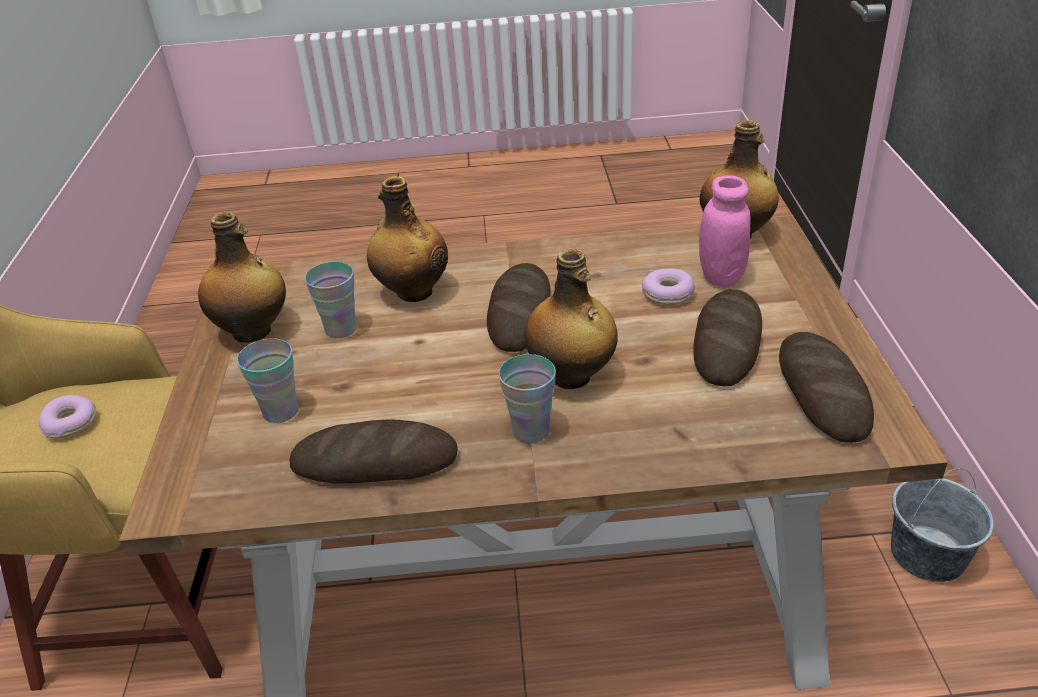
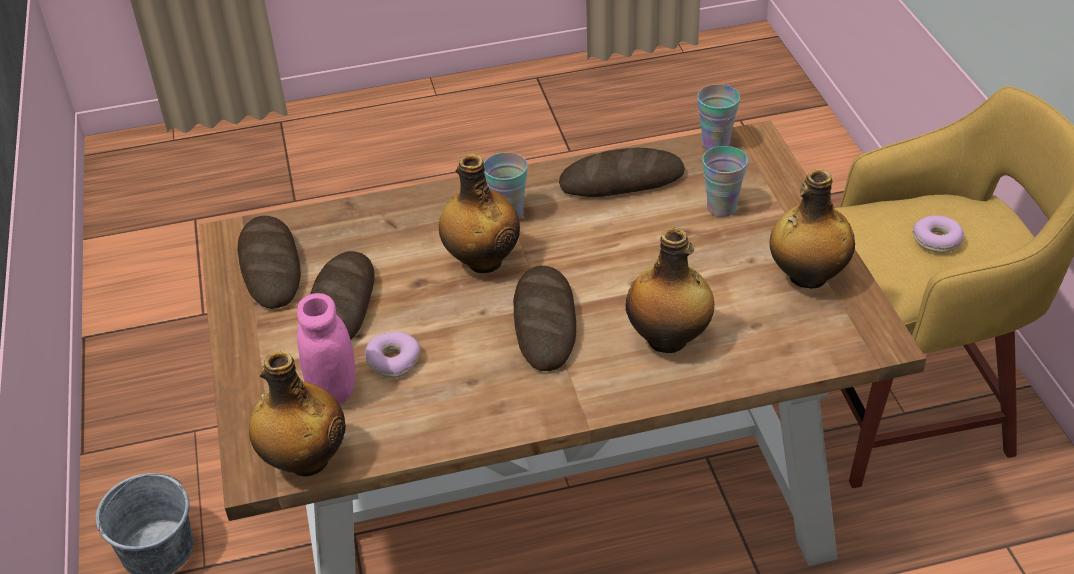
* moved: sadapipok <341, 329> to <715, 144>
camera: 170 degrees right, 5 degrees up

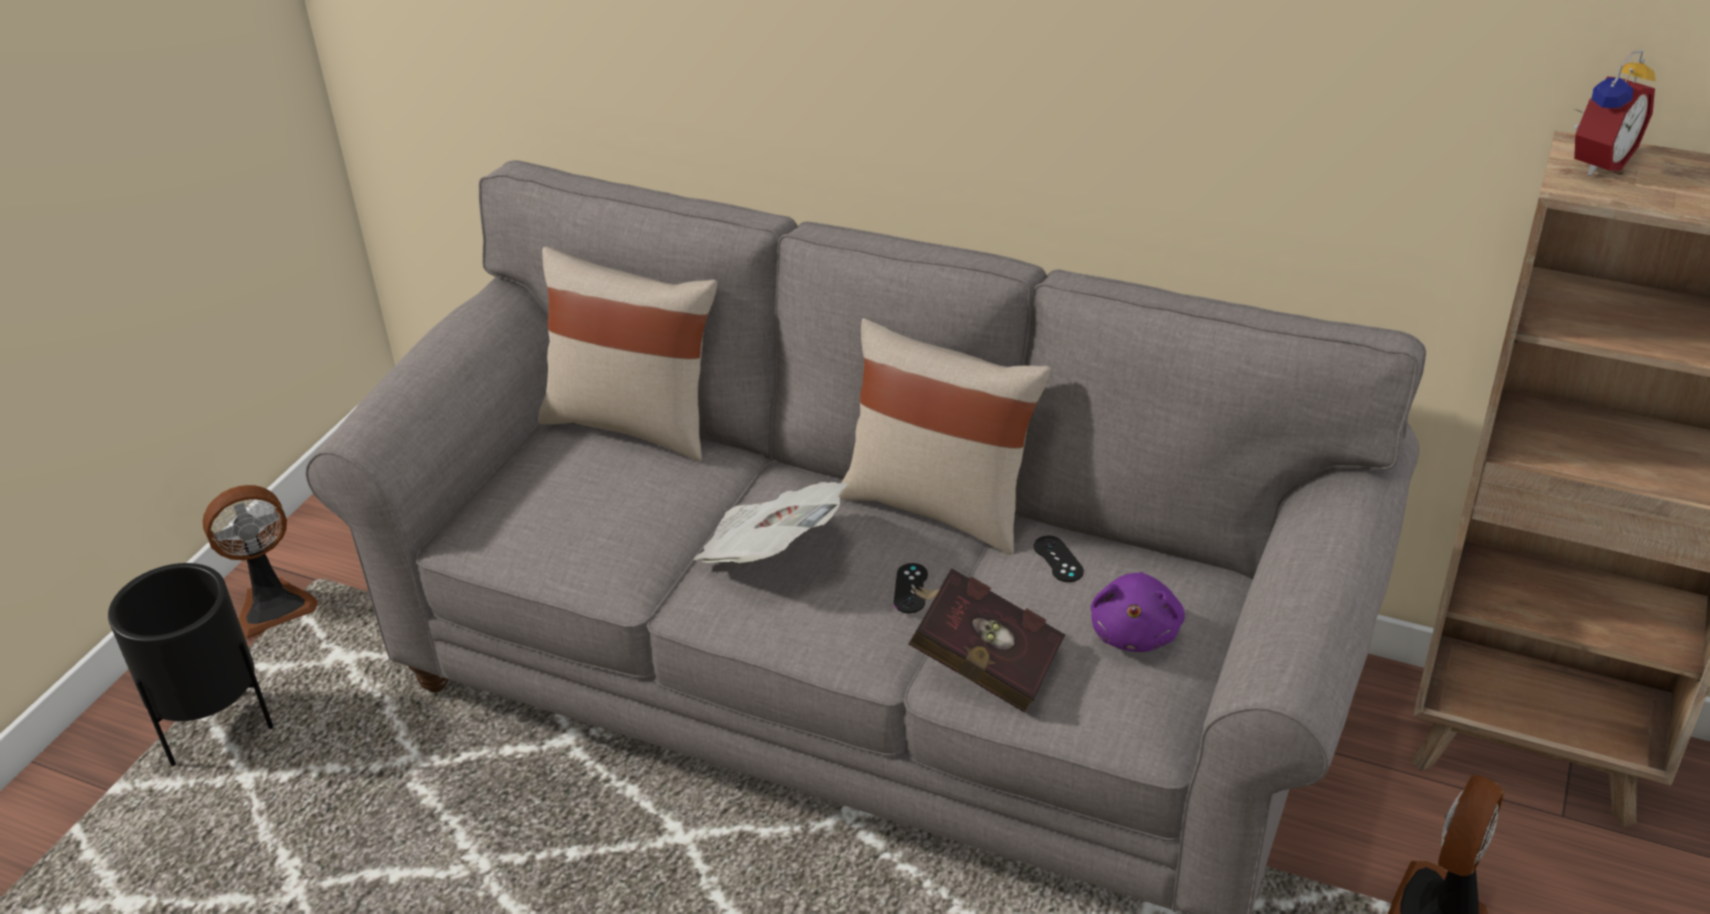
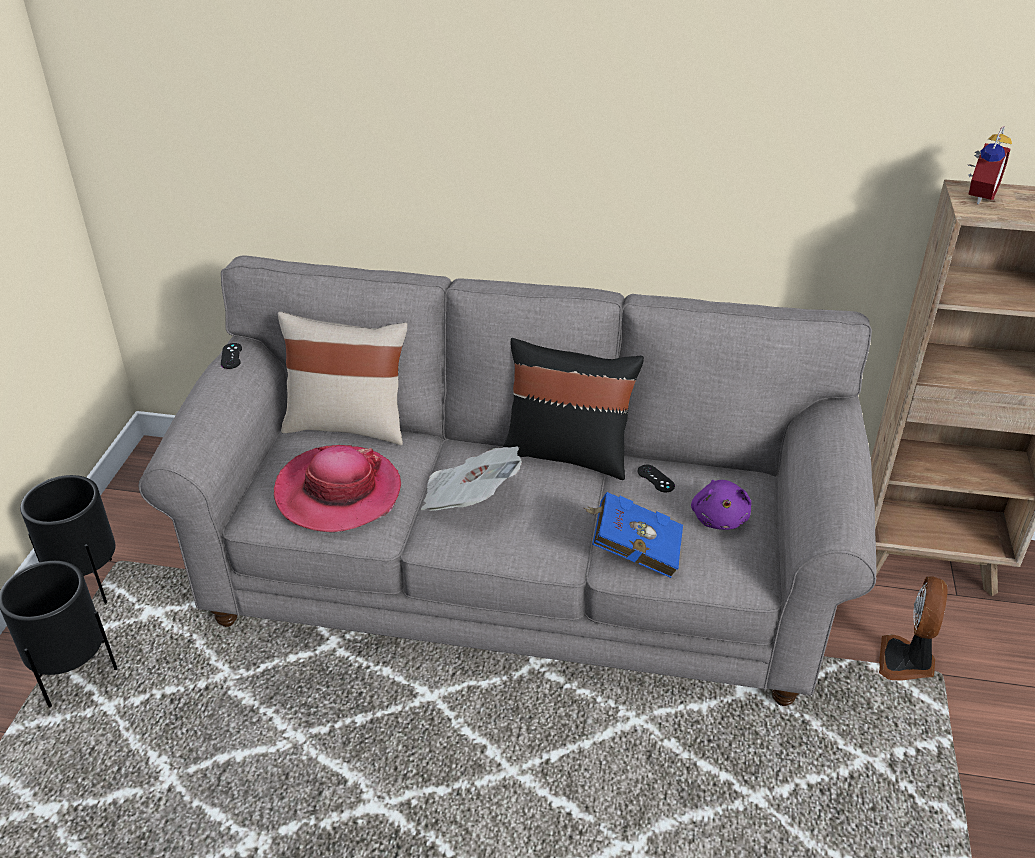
* replaced: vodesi <273, 605> to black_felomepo <90, 584>
* recoloured: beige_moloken <940, 505> to black_moloken <567, 454>
* moved: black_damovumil <910, 588> to <231, 356>
* recoloured: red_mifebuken <981, 663> to blue_mifebuken <632, 550>
* added: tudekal <338, 492>
camera: 15 degrees left, 0 degrees up

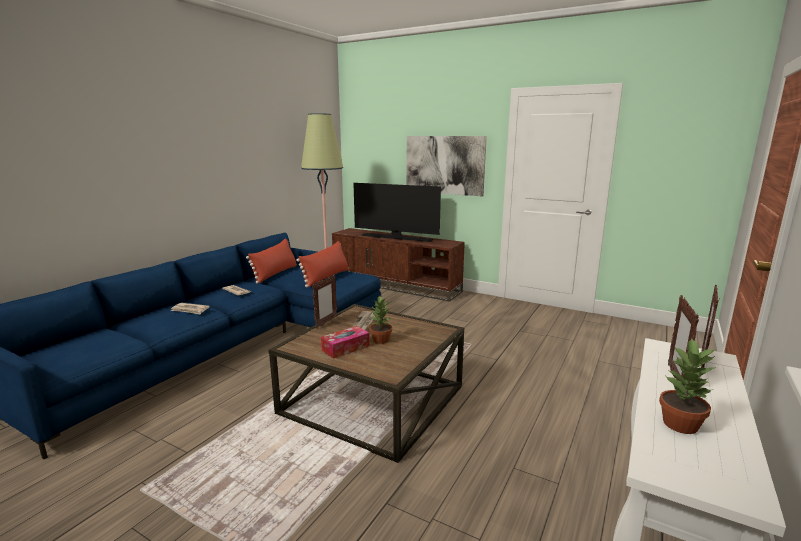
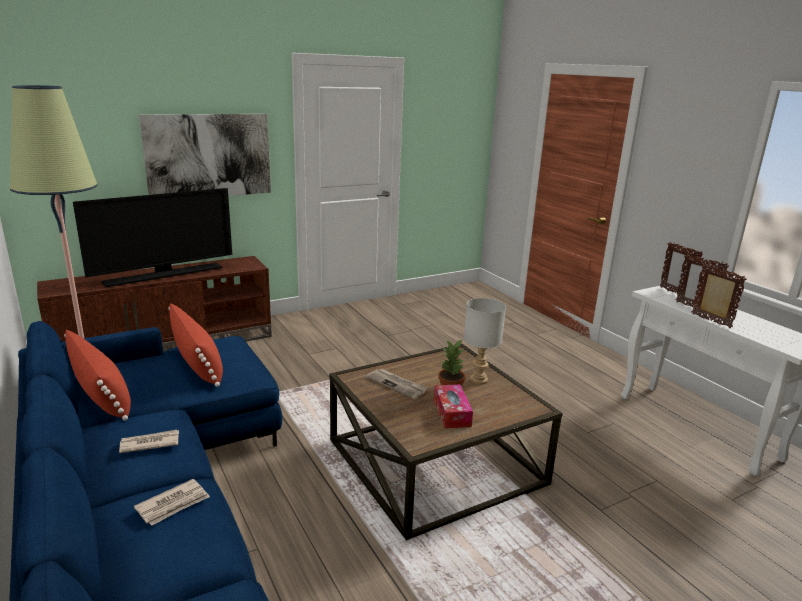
* moved: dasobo <326, 322> to <711, 321>
* removed: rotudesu <681, 424>
* added: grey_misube <479, 380>
camera: 60 degrees left, 5 degrees up

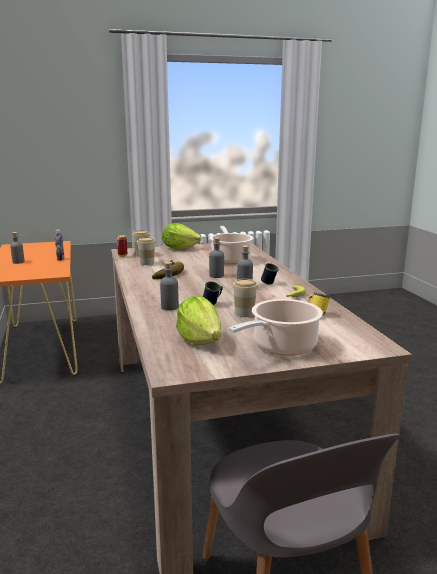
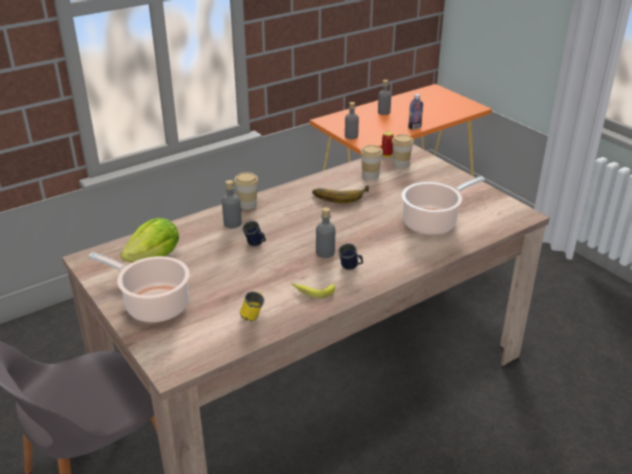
* removed: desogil <179, 248>
* moved: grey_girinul <216, 276> to <351, 136>
* moved: sadapipok <244, 313> to <247, 204>
camera: 70 degrees right, 15 degrees up

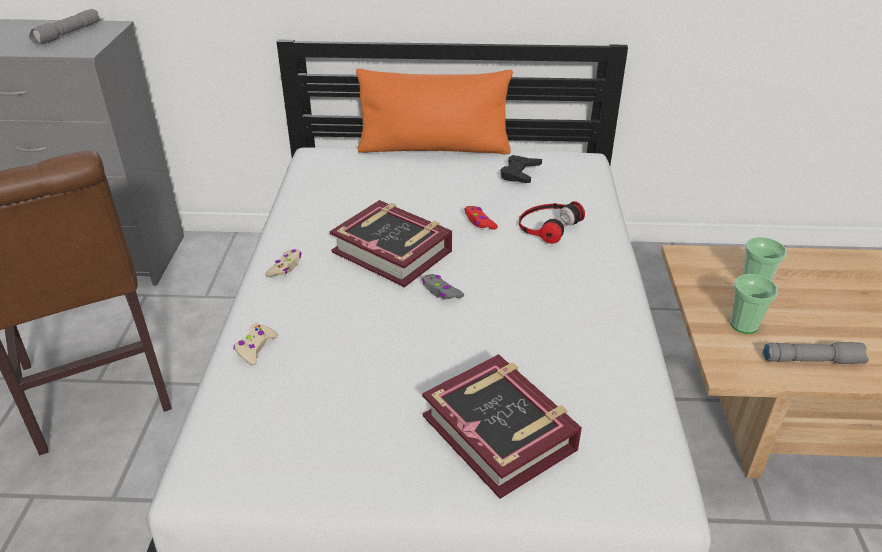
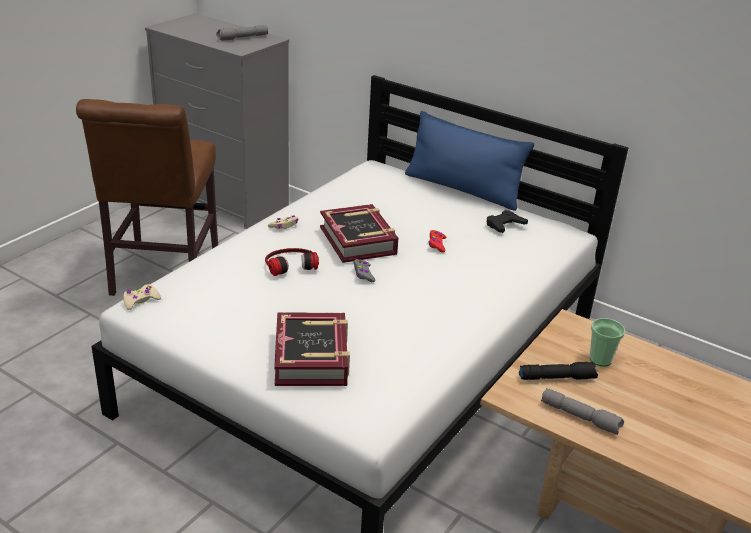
* moved: beige_damovumil <255, 348> to <140, 300>
* recoloured: orange_moloken <434, 148> to blue_moloken <462, 189>
* moved: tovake <547, 225> to <290, 264>
* replaced: sadapipok <744, 325> to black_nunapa <557, 377>
camera: 30 degrees right, 5 degrees down

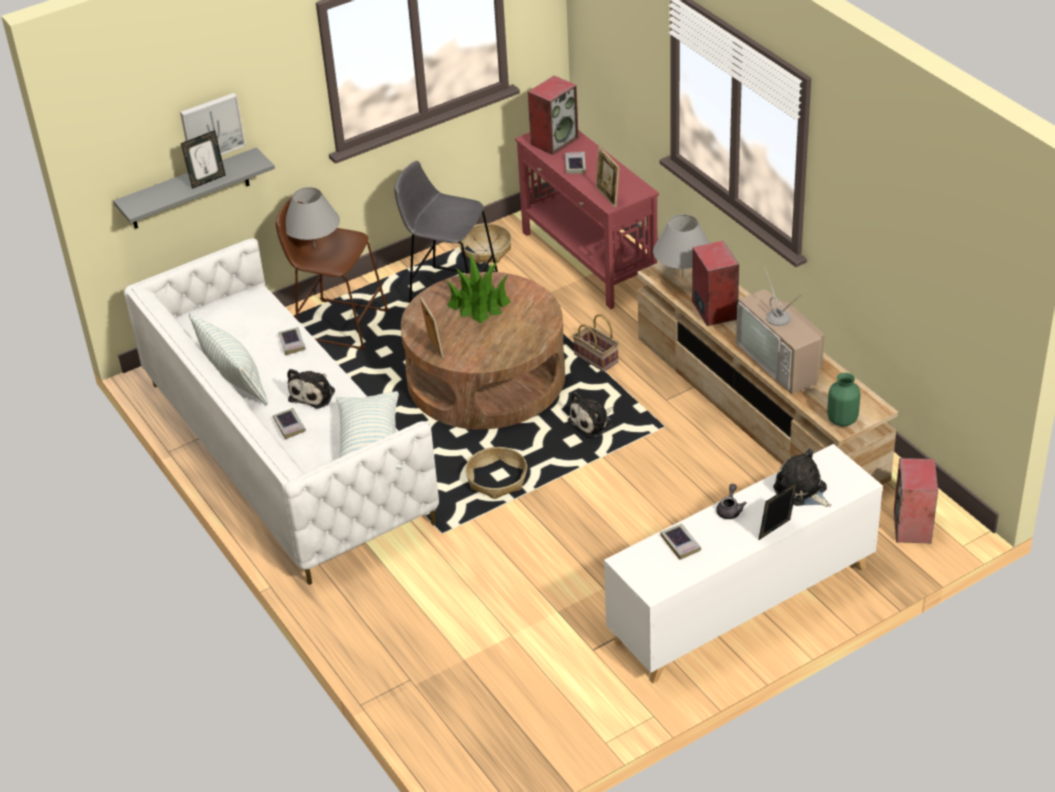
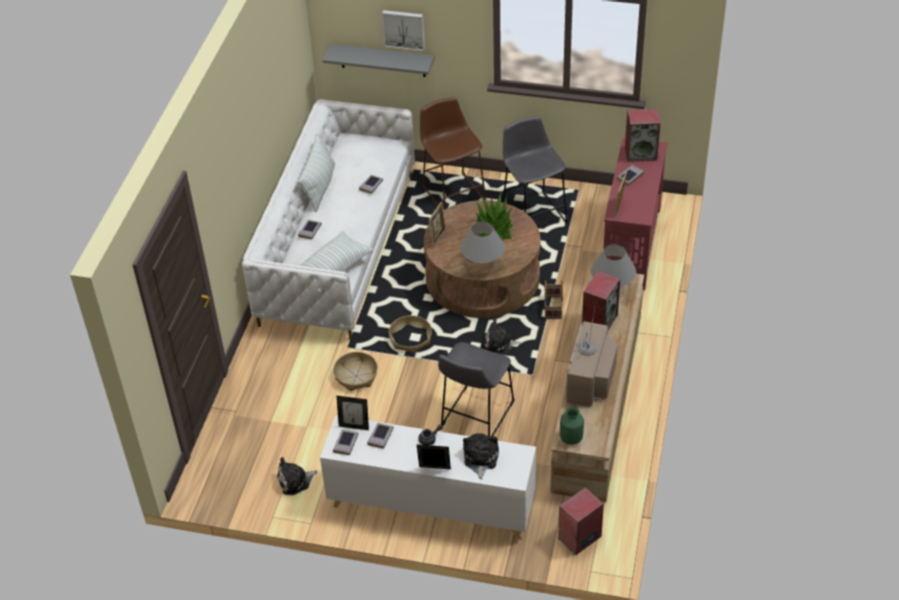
* moved: dasobo <207, 180> to <354, 426>
* moved: grey_misube <315, 248> to <483, 265>
* moved: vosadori <314, 394> to <295, 481>
* moved: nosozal <485, 250> to <356, 376>
* added: mifebuken <346, 444>
* added: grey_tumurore <475, 417>
camera: 45 degrees right, 5 degrees up

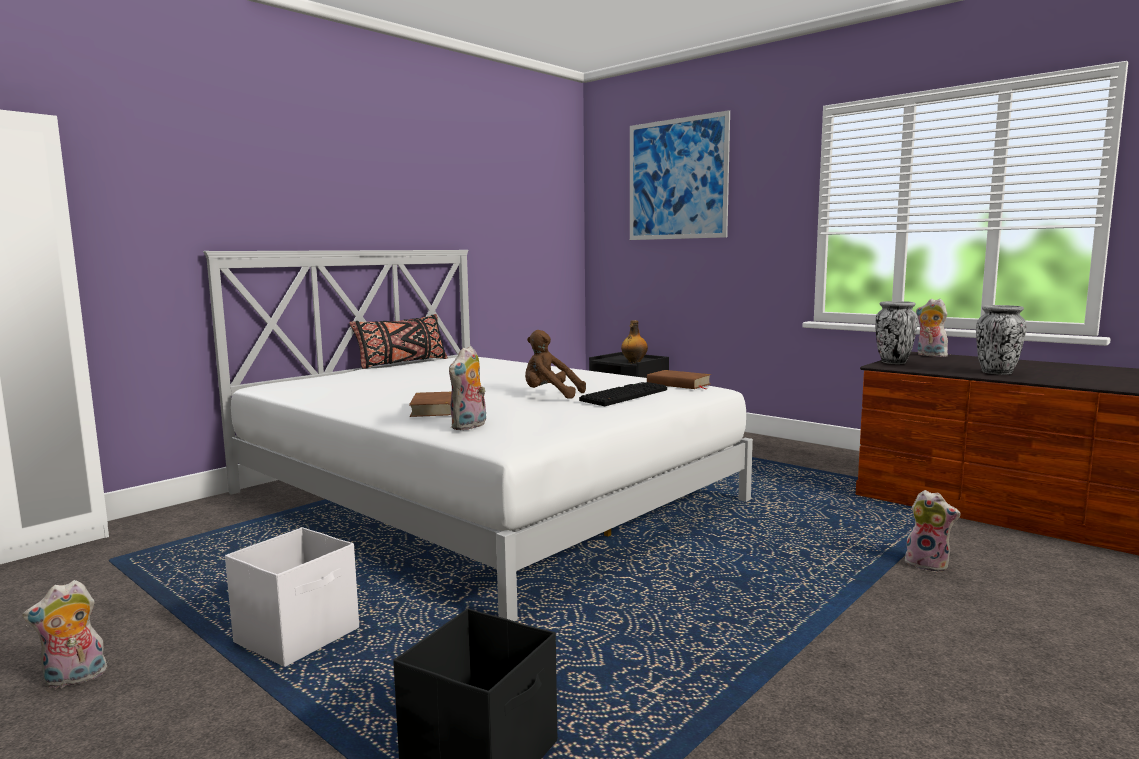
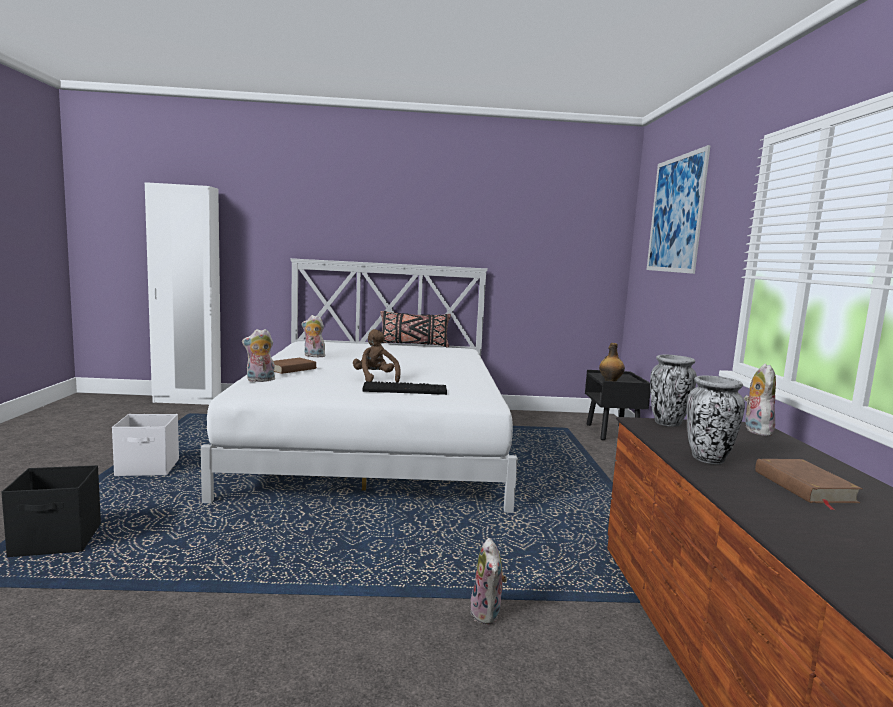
* moved: vosadori <74, 679> to <313, 356>
* moved: brown_mifebuken <678, 384> to <804, 487>
camera: 45 degrees right, 0 degrees up

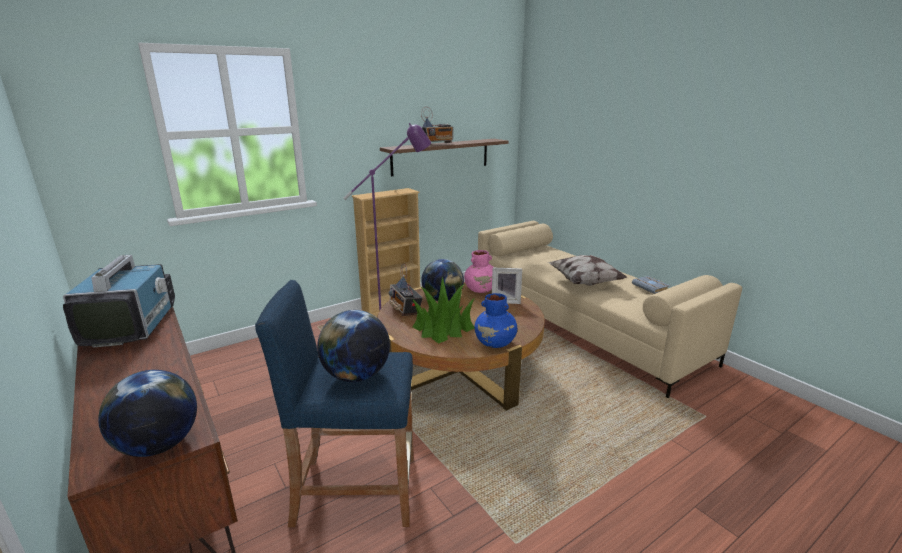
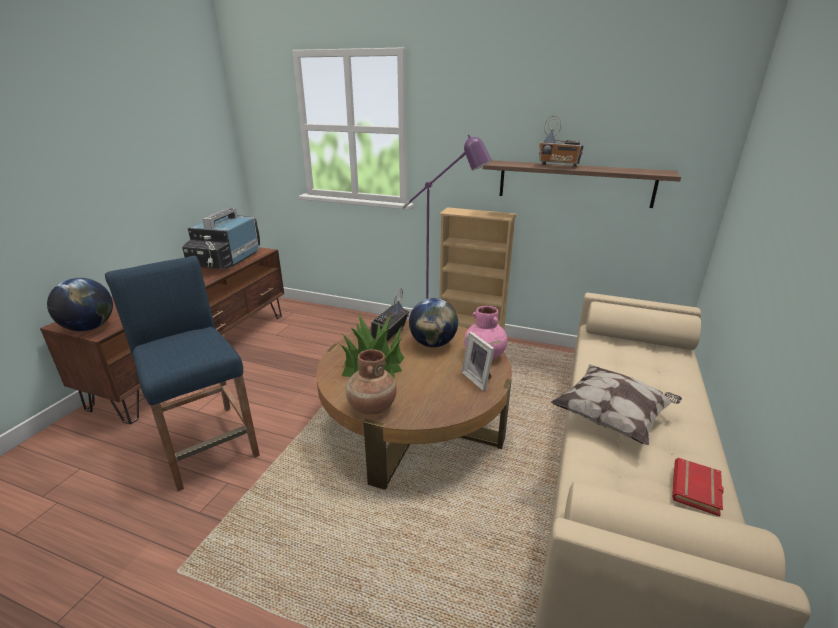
* turned: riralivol <133, 326> = <226, 261> 150 degrees clockwise
* removed: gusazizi <356, 376>
* recoloured: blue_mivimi <495, 343> to brown_mivimi <371, 407>
* recoloured: grey_mifebuken <651, 287> to red_mifebuken <697, 491>
camera: 55 degrees right, 5 degrees up

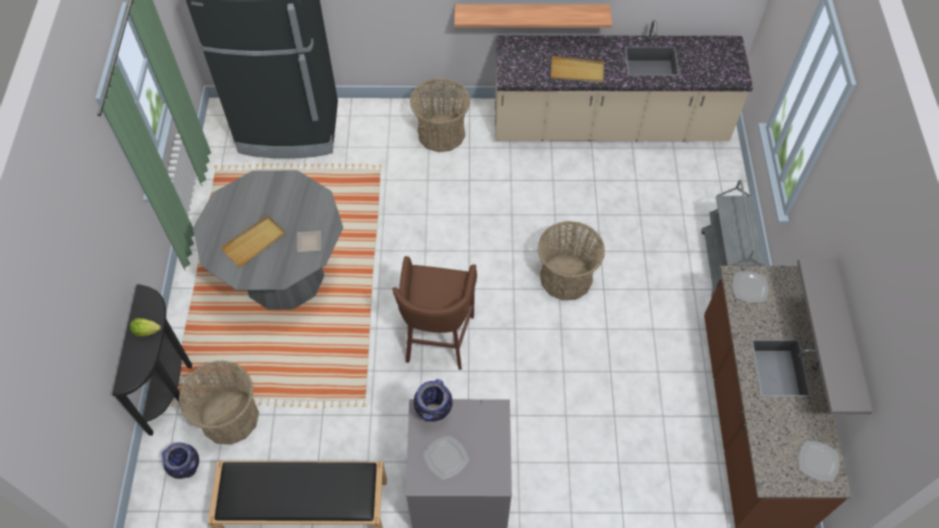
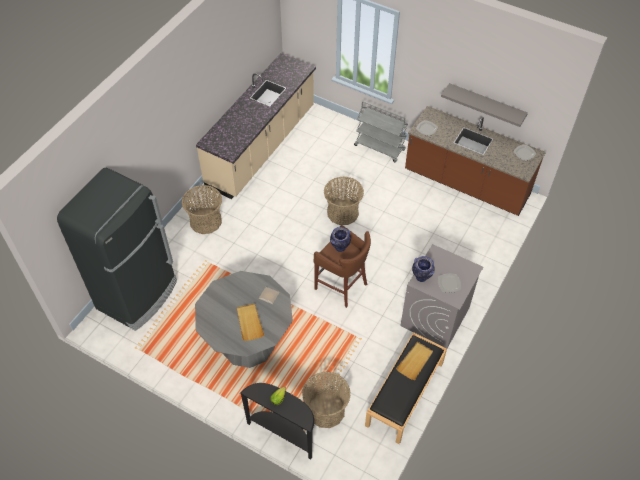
* moved: mivimi <187, 469> to <340, 248>
* removed: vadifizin <531, 14>
* moved: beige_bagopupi <577, 72> to <415, 361>
camera: 60 degrees left, 5 degrees down

